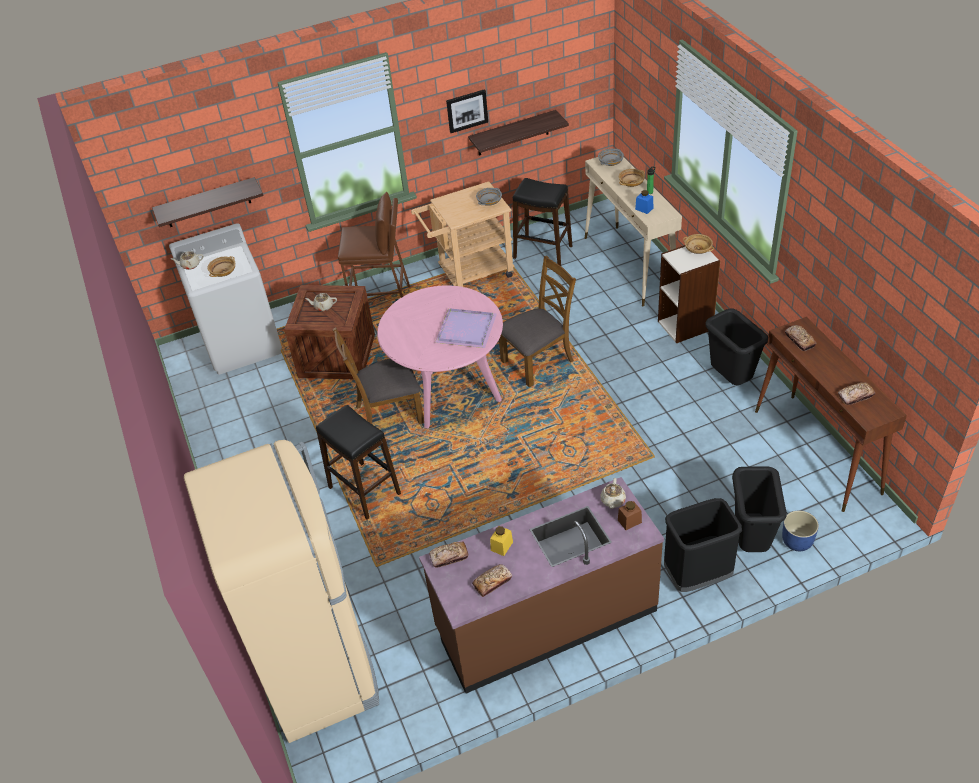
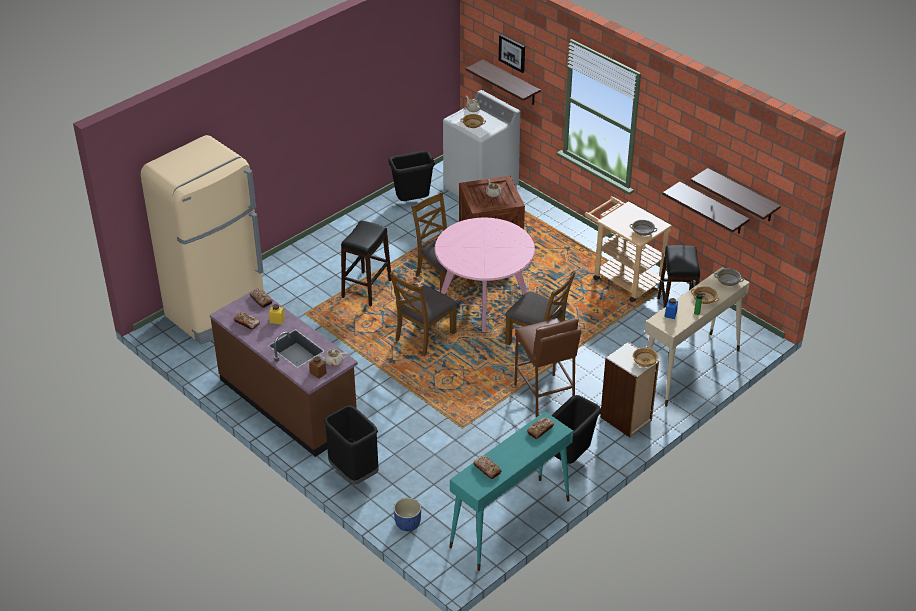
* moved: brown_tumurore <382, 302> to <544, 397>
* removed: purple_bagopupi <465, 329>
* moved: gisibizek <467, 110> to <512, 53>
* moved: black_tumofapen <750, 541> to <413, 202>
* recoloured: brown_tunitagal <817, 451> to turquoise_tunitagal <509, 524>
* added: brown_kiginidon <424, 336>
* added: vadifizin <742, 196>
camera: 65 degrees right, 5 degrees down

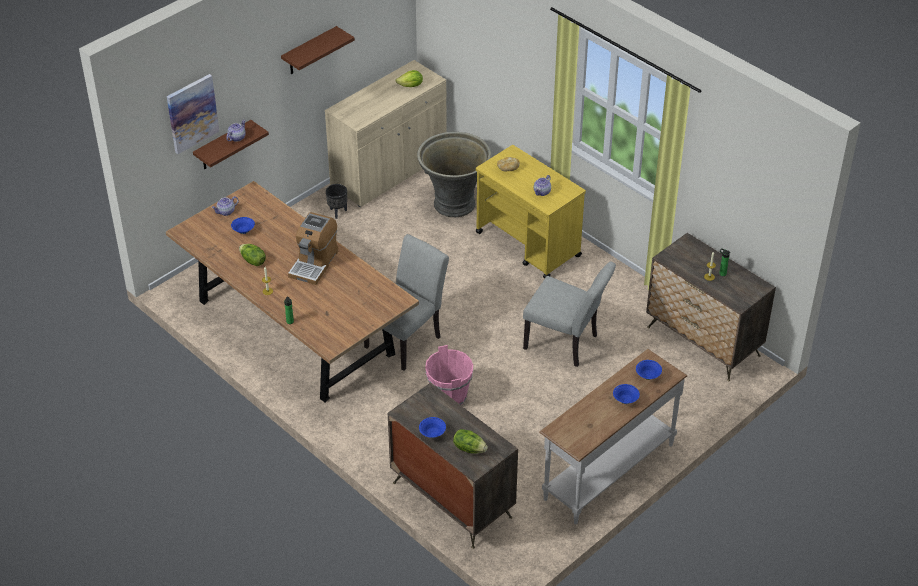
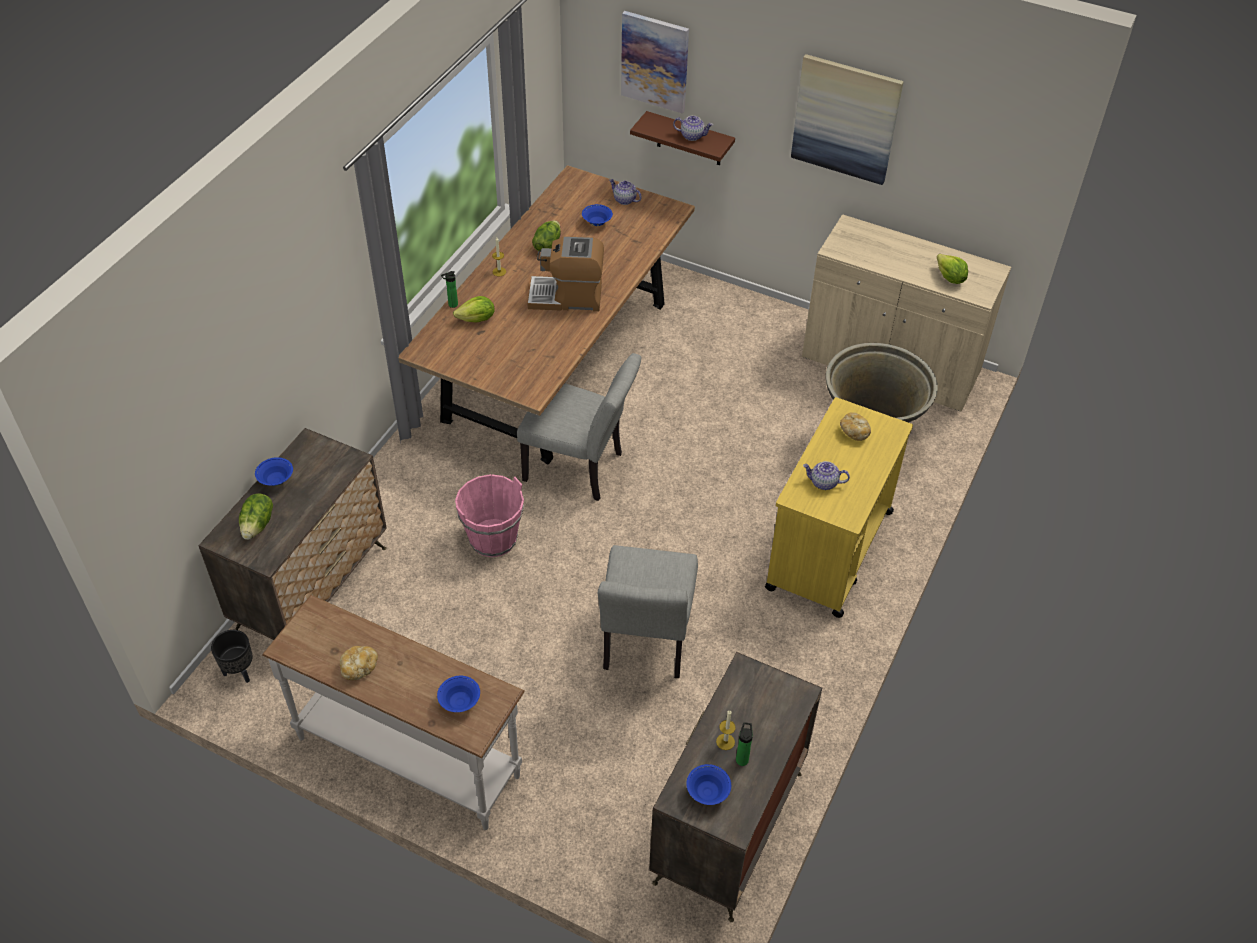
* replaced: brown_vadifizin <309, 51> to gisibizek <846, 119>
* moved: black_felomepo <337, 212> to <239, 672>
* moved: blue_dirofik <625, 400> to <707, 792>
* added: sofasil <359, 667>
* added: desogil <477, 319>
camera: 70 degrees right, 5 degrees up

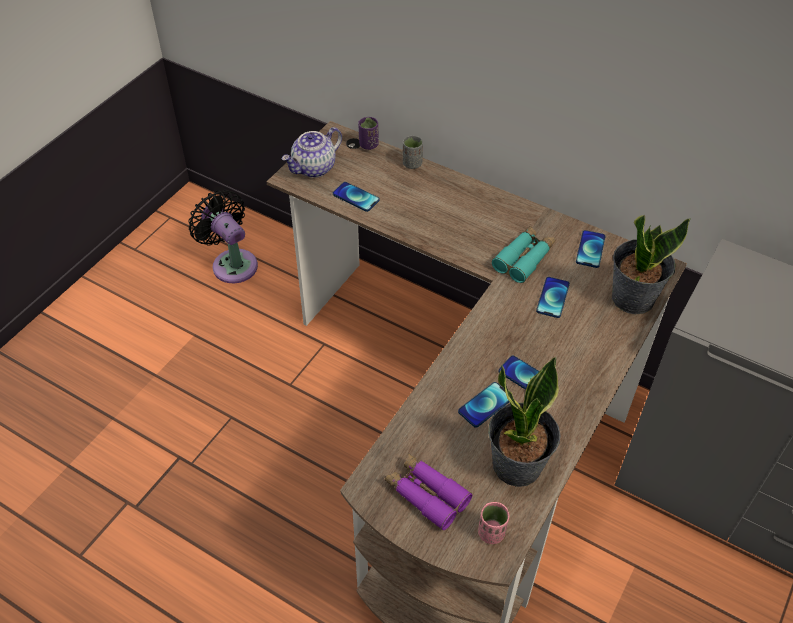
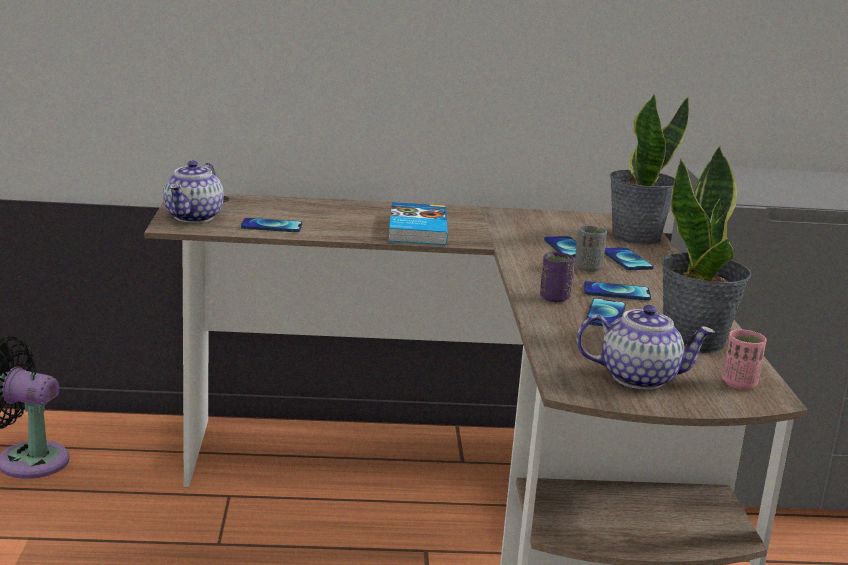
* moved: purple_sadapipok <368, 145> to <554, 298>
* replaced: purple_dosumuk <426, 494> to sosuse <639, 378>
* moved: grey_sadapipok <412, 164> to <588, 268>
* removed: turquoise_dosumuk <524, 259>
* moved: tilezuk <590, 249> to <626, 260>
* added: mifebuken <415, 229>
camera: 35 degrees left, 30 degrees down

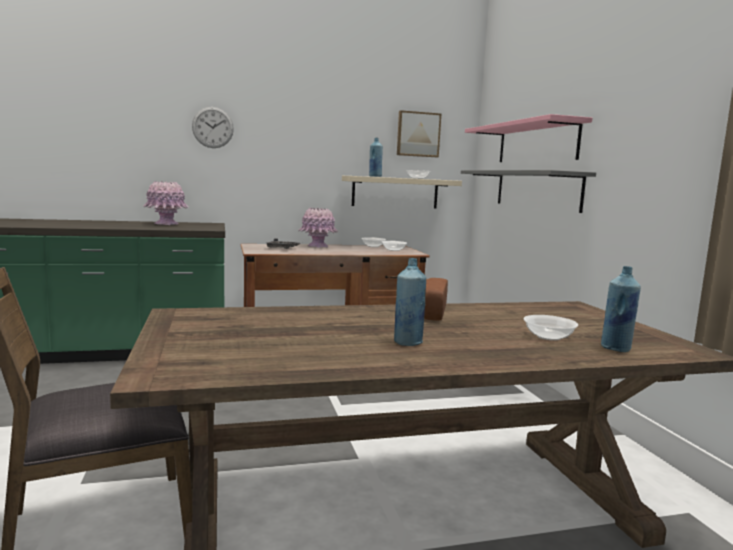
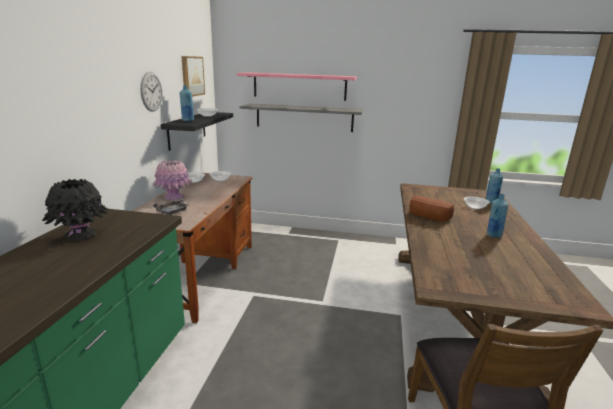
* recoloured: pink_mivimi <166, 224> to black_mivimi <80, 235>
* moved: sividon <213, 127> to <151, 91>
* recoloured: beige_vadifizin <395, 192> to black_vadifizin <187, 130>
camera: 65 degrees left, 10 degrees up

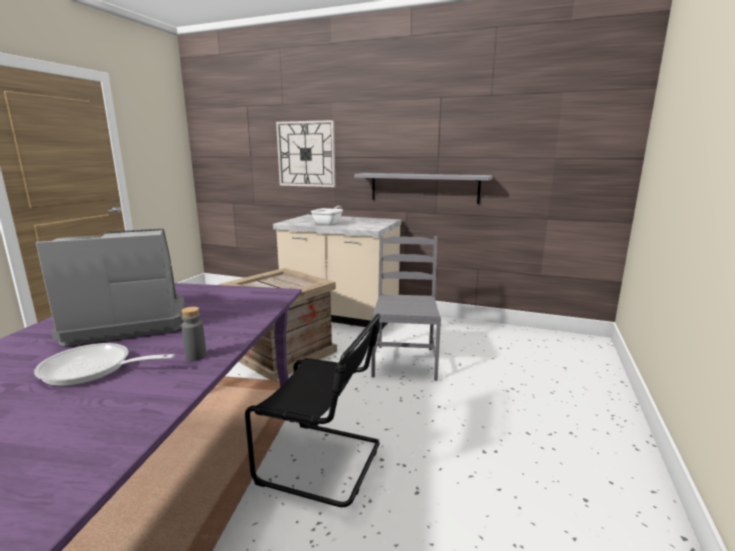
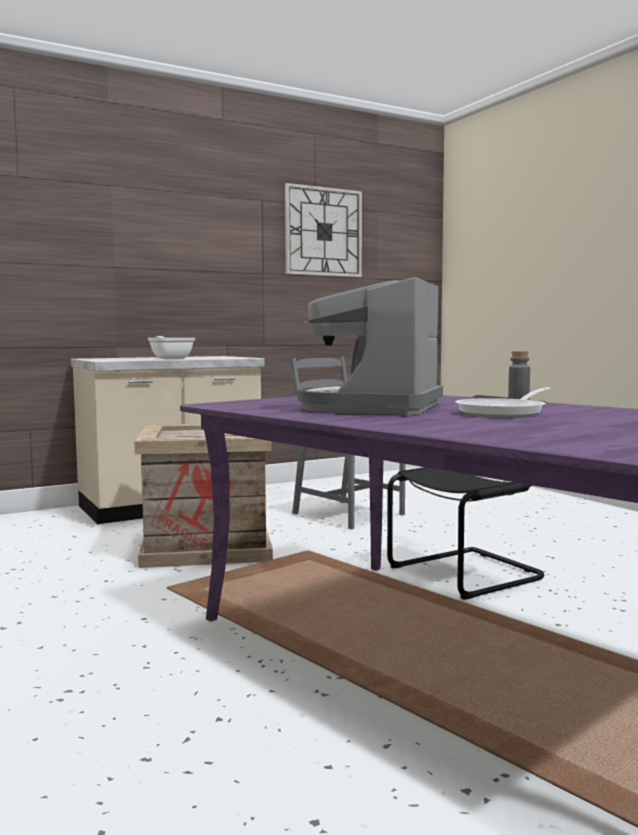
* moved: sividon <306, 154> to <323, 232>
* removed: grey_vadifizin <424, 187>
camera: 50 degrees left, 10 degrees down

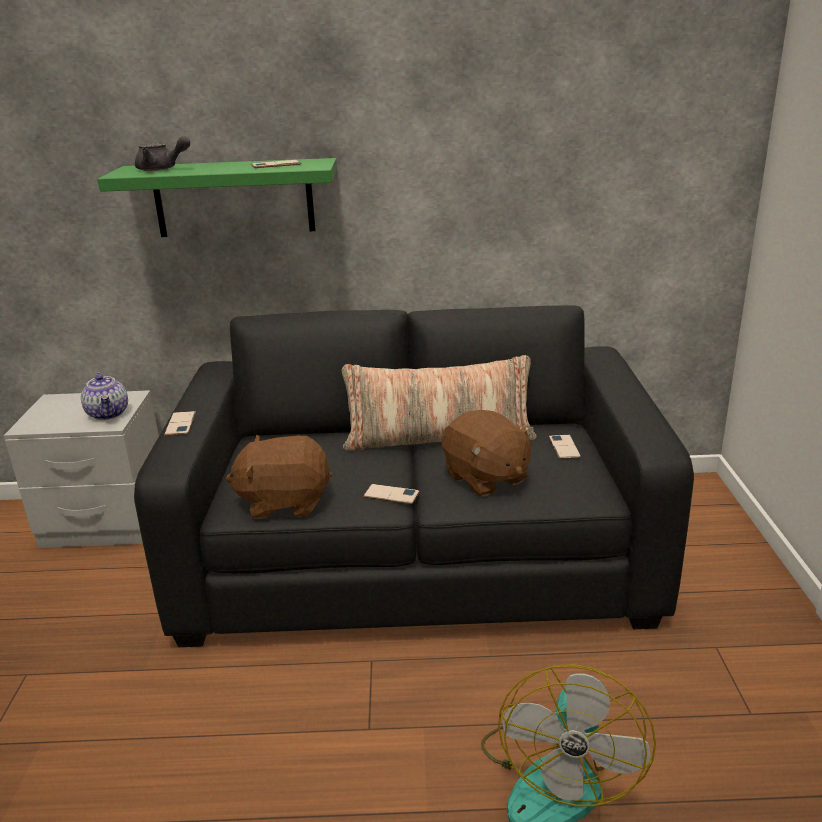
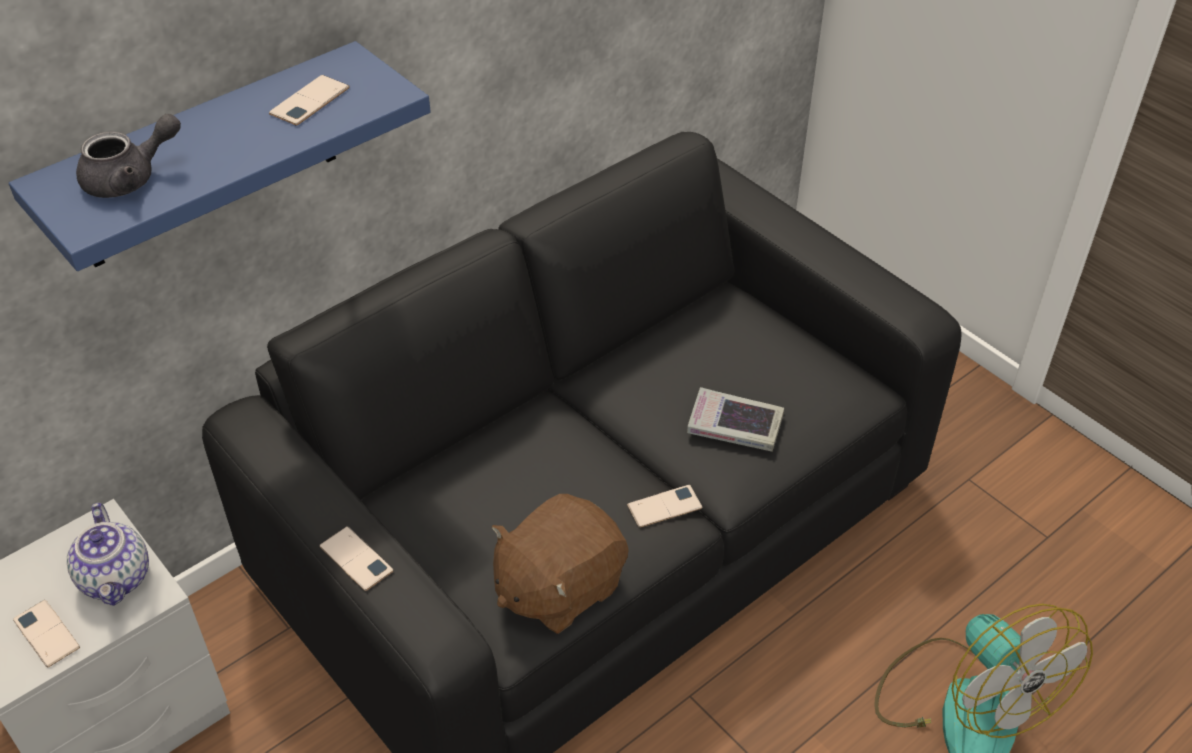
* turned: sosuse <108, 414> = <117, 578> 45 degrees clockwise
* recoloured: green_vadifizin <234, 198> to blue_vadifizin <206, 159>
* removed: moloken <439, 438>
* replaced: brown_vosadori <485, 478> to mifebuken <734, 426>
* moved: tilezuk <564, 447> to <46, 634>
camera: 40 degrees left, 20 degrees up

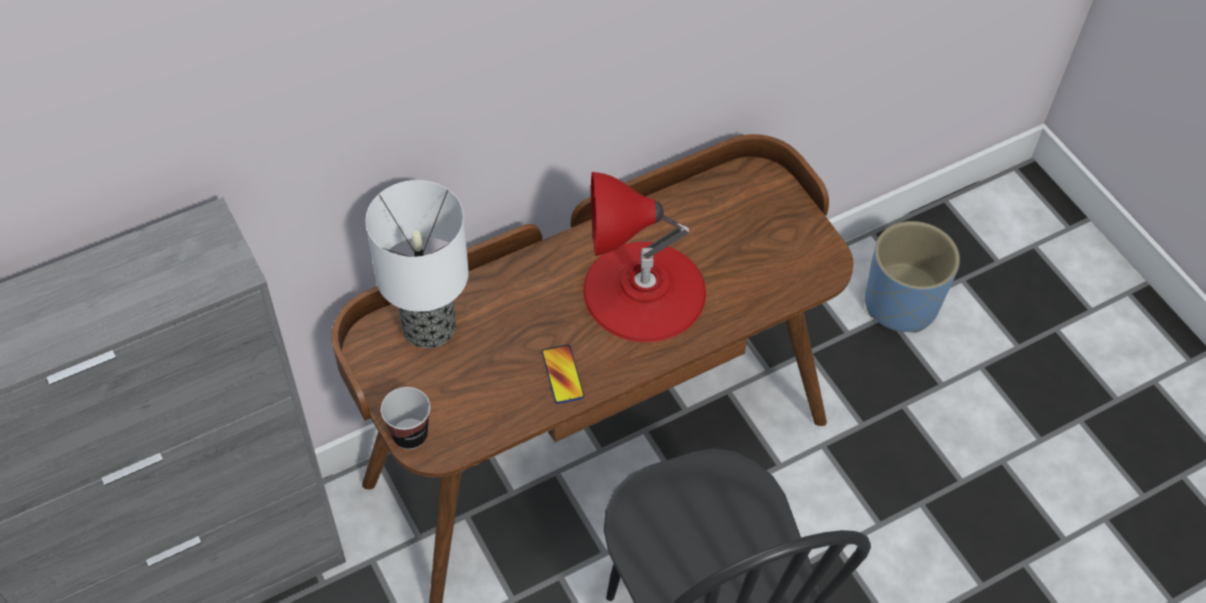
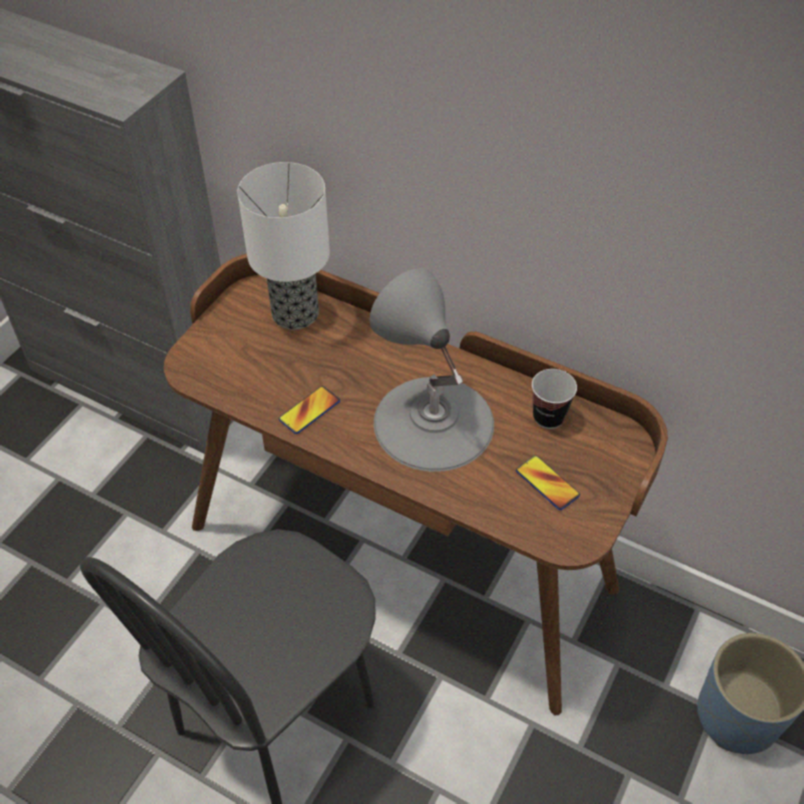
* moved: sadapipok <410, 435> to <548, 417>
* recoloured: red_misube <644, 291> to grey_misube <433, 422>
* added: tilezuk <547, 483>
camera: 60 degrees right, 5 degrees down

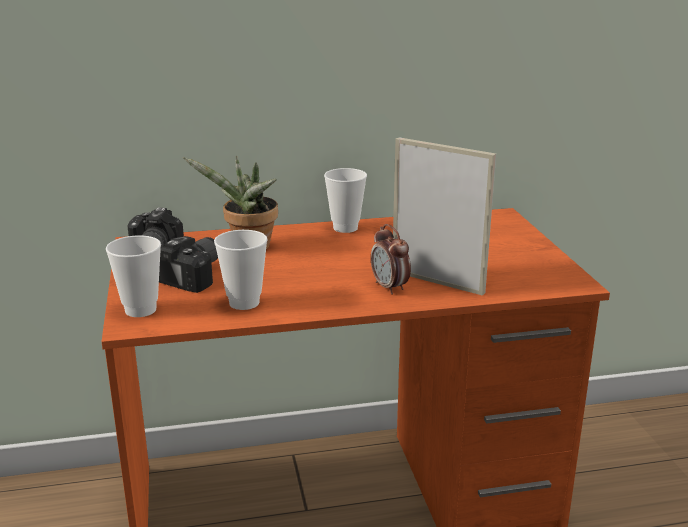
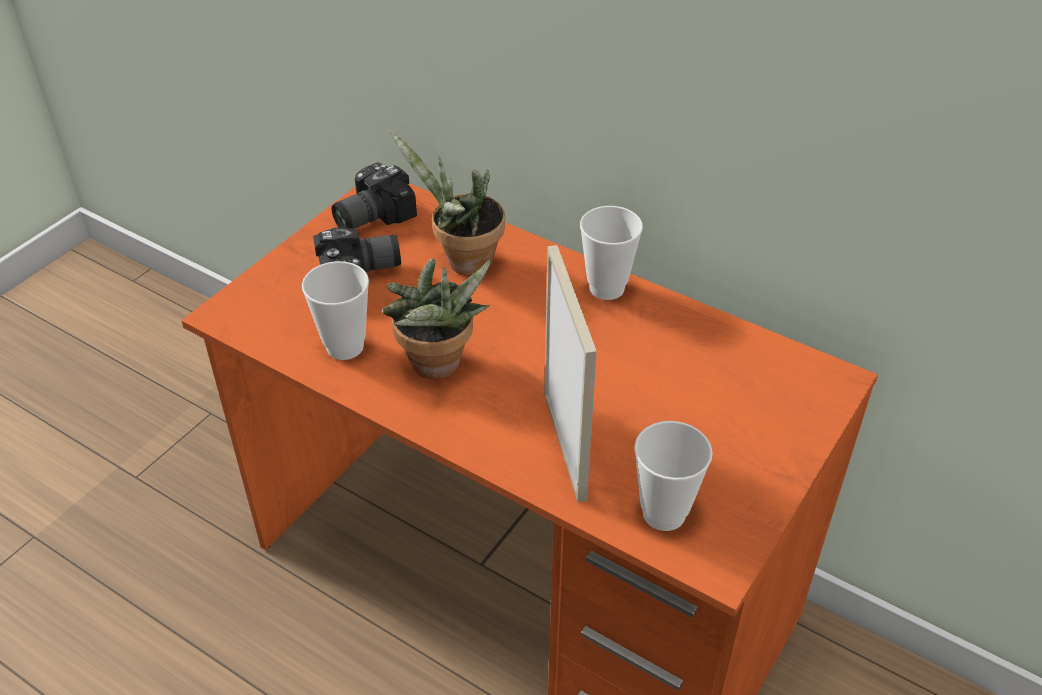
* moved: sadapipok <140, 310> to <664, 513>
* removed: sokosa <390, 287>
* added: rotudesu <438, 368>
camera: 45 degrees right, 20 degrees up

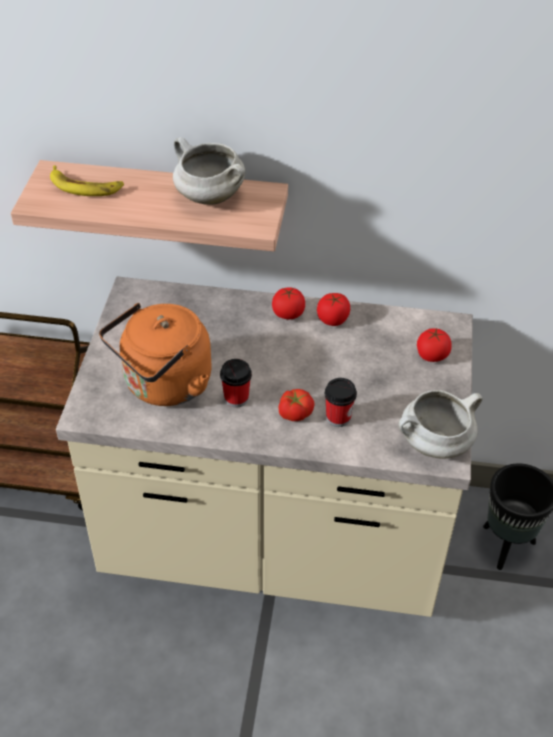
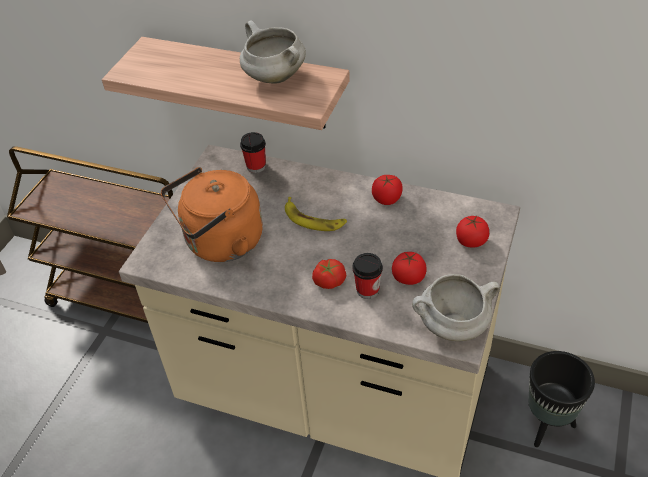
* moved: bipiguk <85, 186> to <313, 219>
* moved: sadapipok <236, 398> to <256, 166>
* moved: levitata <288, 314> to <408, 277>
camera: 15 degrees right, 0 degrees up

